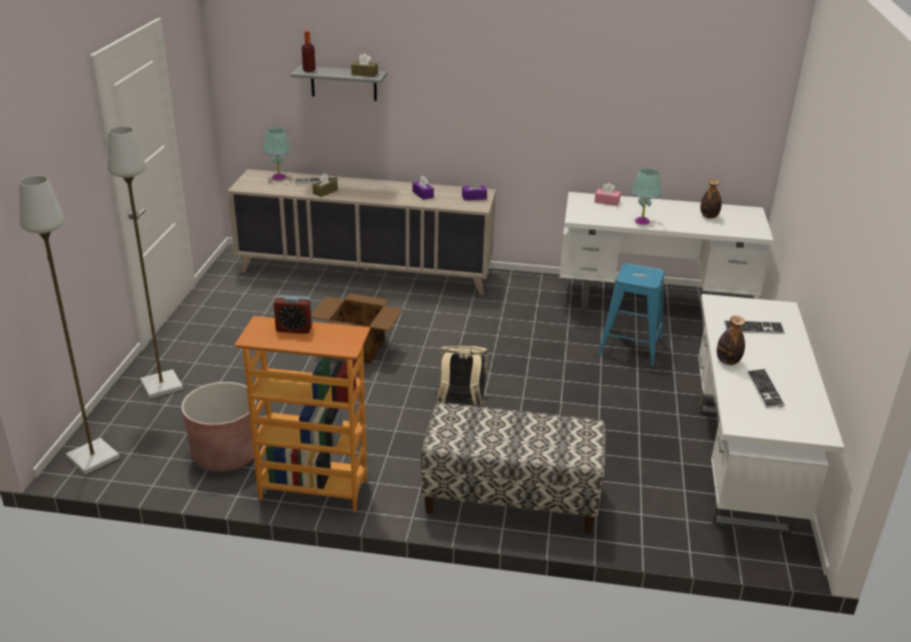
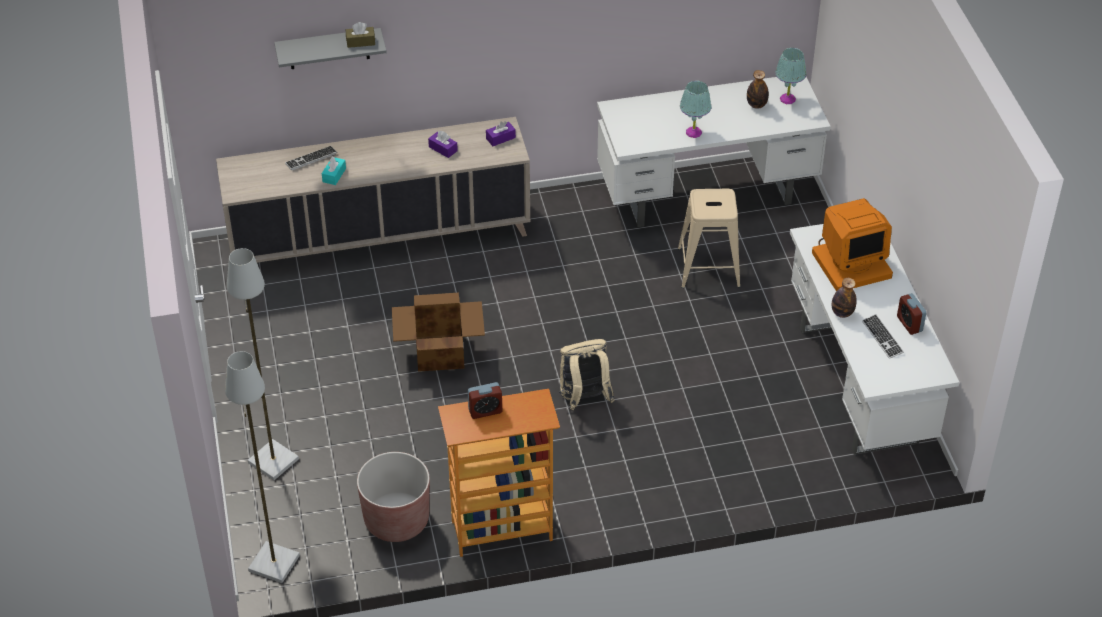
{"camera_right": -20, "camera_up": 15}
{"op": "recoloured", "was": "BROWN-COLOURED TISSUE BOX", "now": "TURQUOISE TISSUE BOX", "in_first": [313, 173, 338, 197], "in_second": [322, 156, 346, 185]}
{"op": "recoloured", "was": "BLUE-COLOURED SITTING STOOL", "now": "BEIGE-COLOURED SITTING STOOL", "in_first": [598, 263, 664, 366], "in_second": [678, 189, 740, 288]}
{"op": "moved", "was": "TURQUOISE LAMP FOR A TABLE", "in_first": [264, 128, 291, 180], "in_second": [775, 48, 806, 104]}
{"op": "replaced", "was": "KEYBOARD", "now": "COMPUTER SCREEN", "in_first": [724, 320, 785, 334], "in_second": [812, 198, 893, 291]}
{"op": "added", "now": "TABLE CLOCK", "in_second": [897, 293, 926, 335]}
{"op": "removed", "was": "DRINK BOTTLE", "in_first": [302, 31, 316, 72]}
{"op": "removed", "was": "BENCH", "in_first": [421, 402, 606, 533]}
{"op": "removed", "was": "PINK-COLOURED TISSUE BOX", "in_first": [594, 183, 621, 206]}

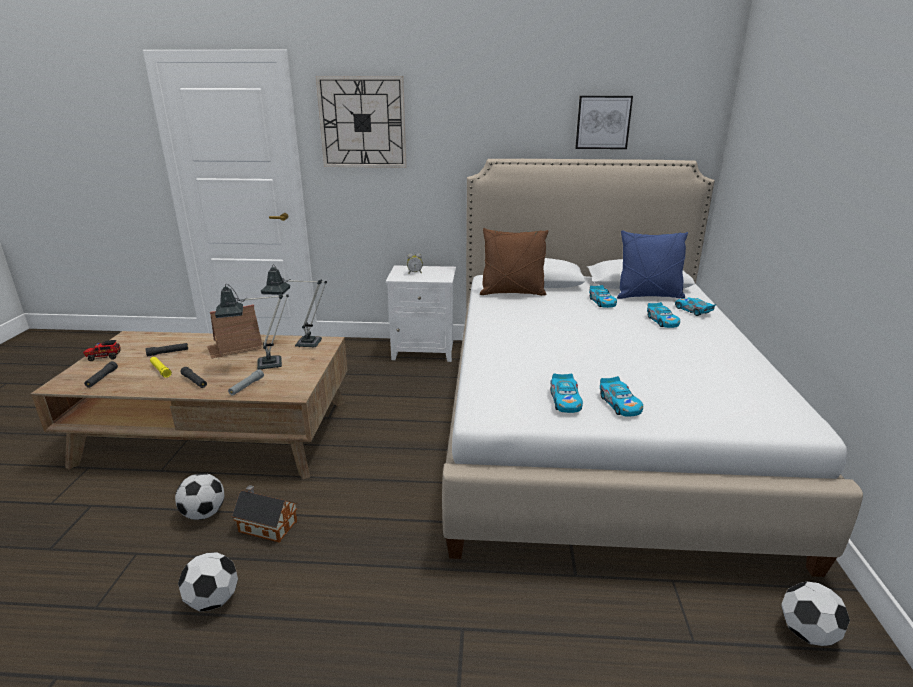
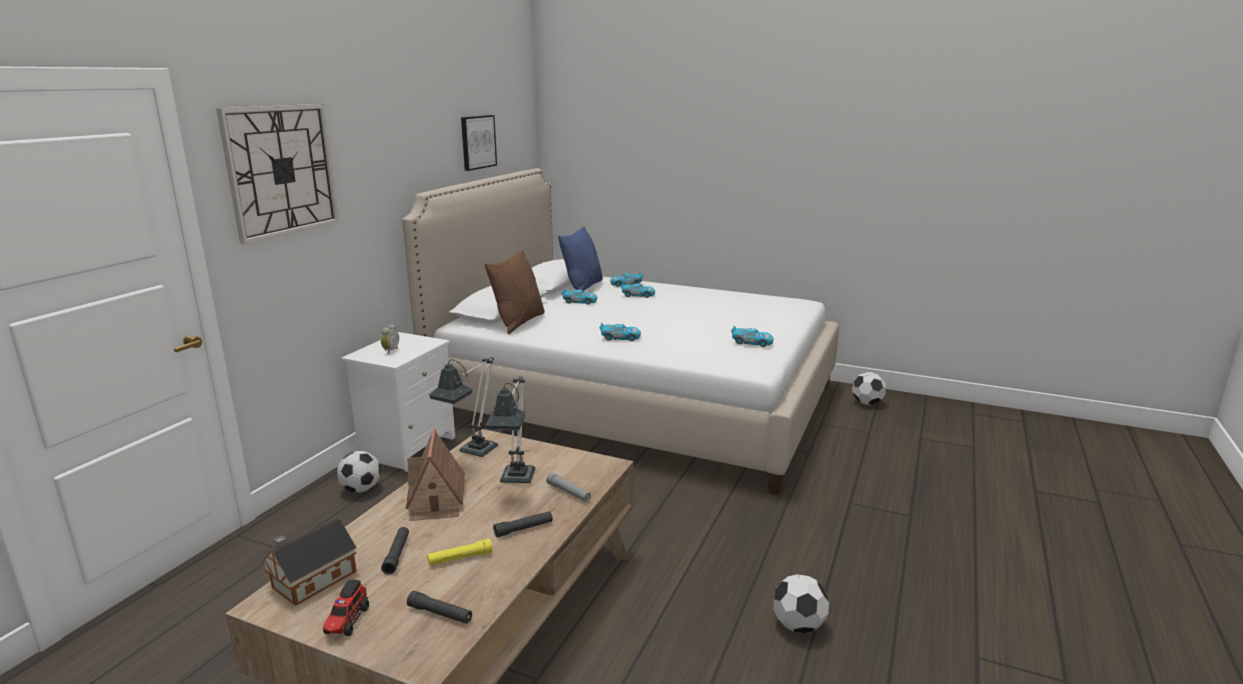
{"camera_right": -70, "camera_up": -5}
{"op": "moved", "was": "TOY HOUSE", "in_first": [232, 485, 297, 543], "in_second": [262, 518, 357, 606]}
{"op": "moved", "was": "FOOTBALL BALL", "in_first": [175, 473, 224, 520], "in_second": [337, 451, 381, 493]}
{"op": "moved", "was": "MINIATURE CAR", "in_first": [600, 376, 643, 417], "in_second": [599, 323, 641, 341]}

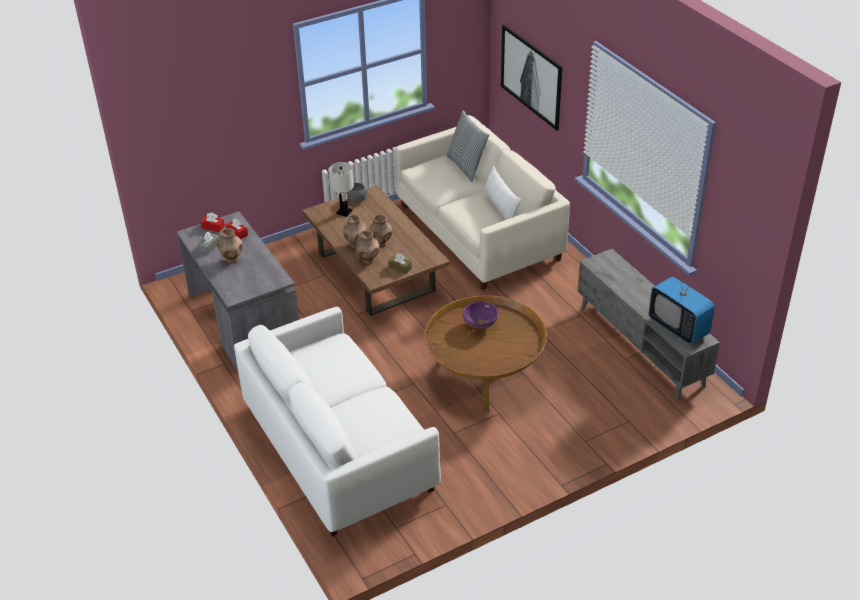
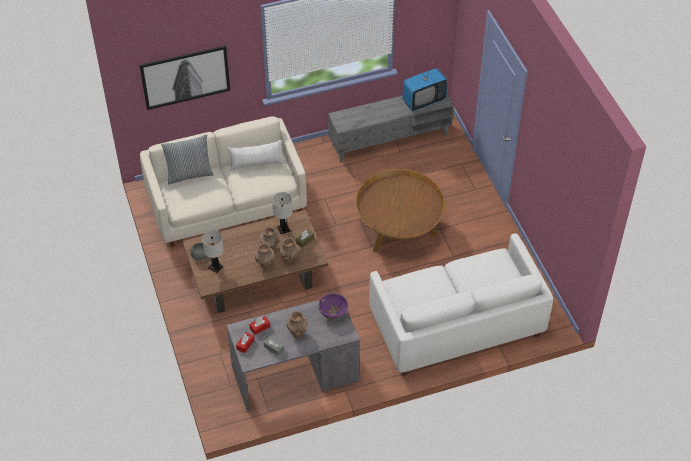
{"camera_right": -80, "camera_up": 10}
{"op": "added", "now": "WHITISH LAMP FOR A TABLE", "in_second": [272, 192, 293, 234]}
{"op": "moved", "was": "PURPLISH SERVING BOWL", "in_first": [463, 301, 499, 329], "in_second": [318, 293, 348, 319]}

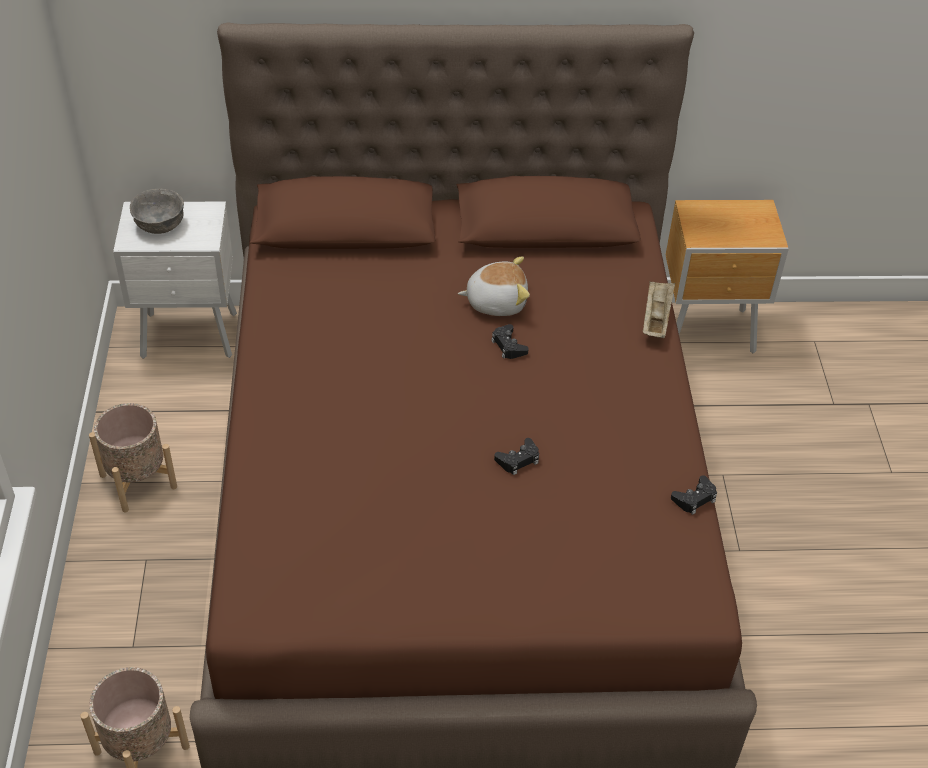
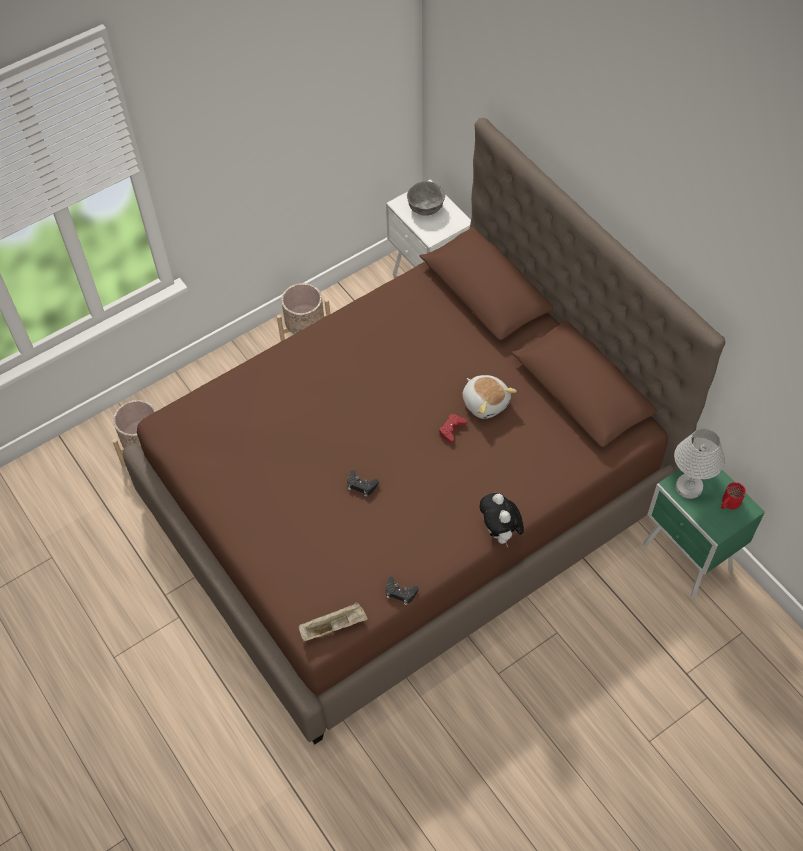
{"camera_right": 60, "camera_up": 10}
{"op": "moved", "was": "BEIGE-COLOURED SERVING TRAY", "in_first": [643, 281, 675, 338], "in_second": [299, 602, 368, 641]}
{"op": "recoloured", "was": "BLACK JOYPAD", "now": "REDDISH JOYPAD", "in_first": [491, 324, 529, 359], "in_second": [439, 414, 467, 443]}
{"op": "added", "now": "PLUSH TOY", "in_second": [479, 493, 524, 547]}
{"op": "recoloured", "was": "BROWN-COLOURED BEDSIDE TABLE", "now": "GREEN-COLOURED BEDSIDE TABLE", "in_first": [666, 200, 789, 354], "in_second": [643, 469, 765, 598]}
{"op": "added", "now": "WHITISH LAMP FOR A TABLE", "in_second": [674, 429, 725, 499]}
{"op": "added", "now": "REDDISH COFFEE MUG", "in_second": [721, 482, 746, 509]}

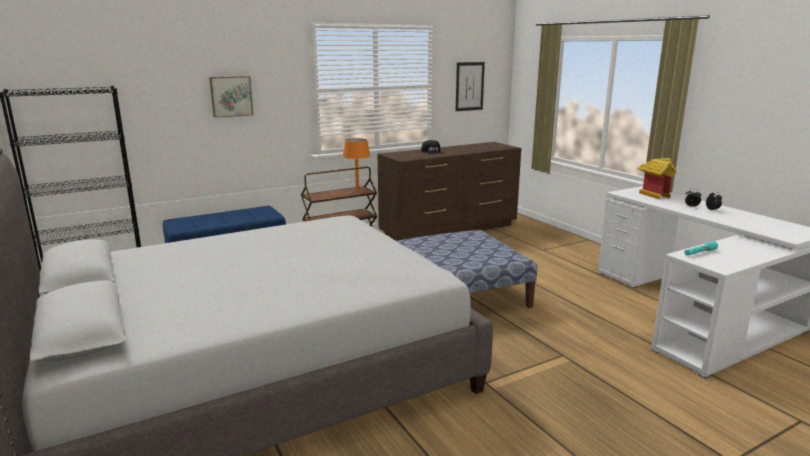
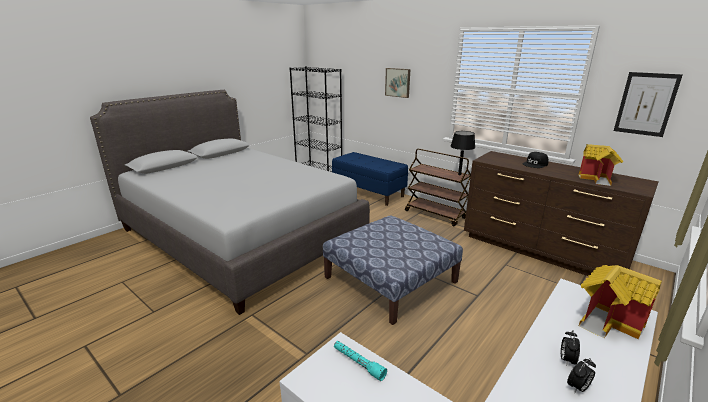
{"camera_right": 70, "camera_up": 5}
{"op": "recoloured", "was": "ORANGE-COLOURED LAMP FOR A TABLE", "now": "BLACK LAMP FOR A TABLE", "in_first": [343, 138, 370, 190], "in_second": [451, 131, 475, 175]}
{"op": "added", "now": "TOY HOUSE", "in_second": [579, 144, 623, 186]}

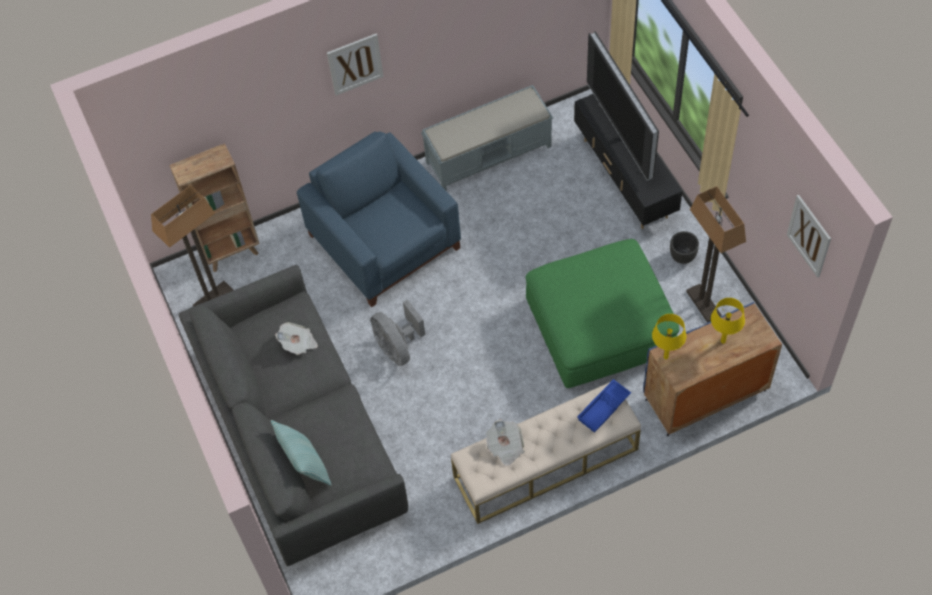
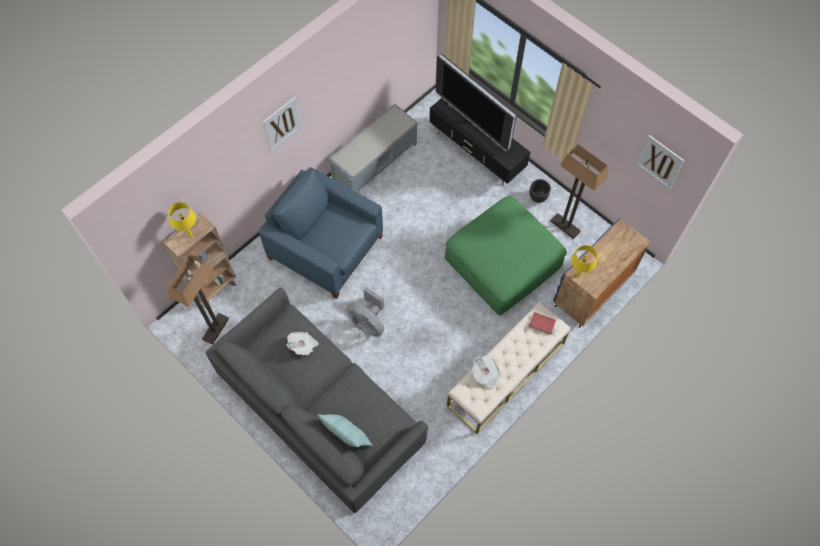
{"camera_right": -25, "camera_up": 5}
{"op": "moved", "was": "YELLOWISH LAMP FOR A TABLE", "in_first": [711, 298, 745, 344], "in_second": [168, 202, 196, 238]}
{"op": "replaced", "was": "BLUE-COLOURED SERVING TRAY", "now": "REDDISH BOUND BOOK", "in_first": [577, 379, 631, 433], "in_second": [529, 312, 556, 335]}

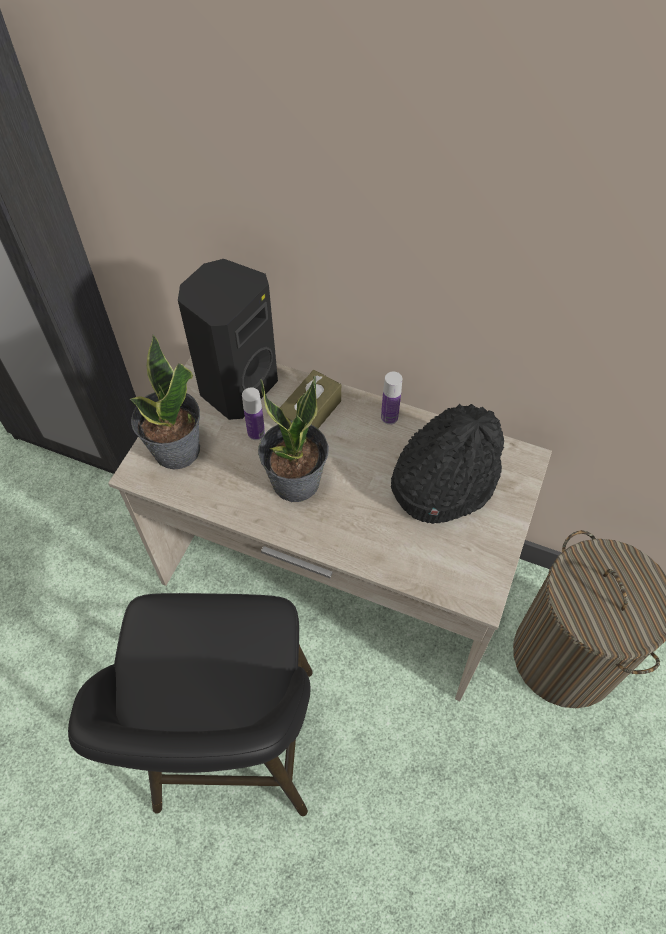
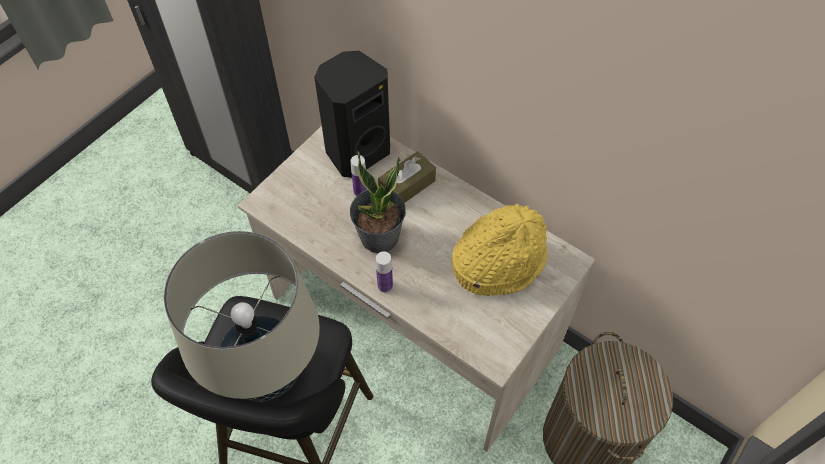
{"camera_right": 15, "camera_up": 0}
{"op": "added", "now": "BEIGE-COLOURED LAMP FOR A TABLE", "in_second": [164, 231, 320, 401]}
{"op": "moved", "was": "DRINK BOTTLE", "in_first": [381, 371, 402, 425], "in_second": [376, 251, 393, 293]}
{"op": "recoloured", "was": "BLACK WEARABLE HAT", "now": "YELLOWISH WEARABLE HAT", "in_first": [391, 404, 504, 524], "in_second": [451, 204, 548, 296]}
{"op": "removed", "was": "PLANT IN A POT", "in_first": [130, 335, 200, 470]}

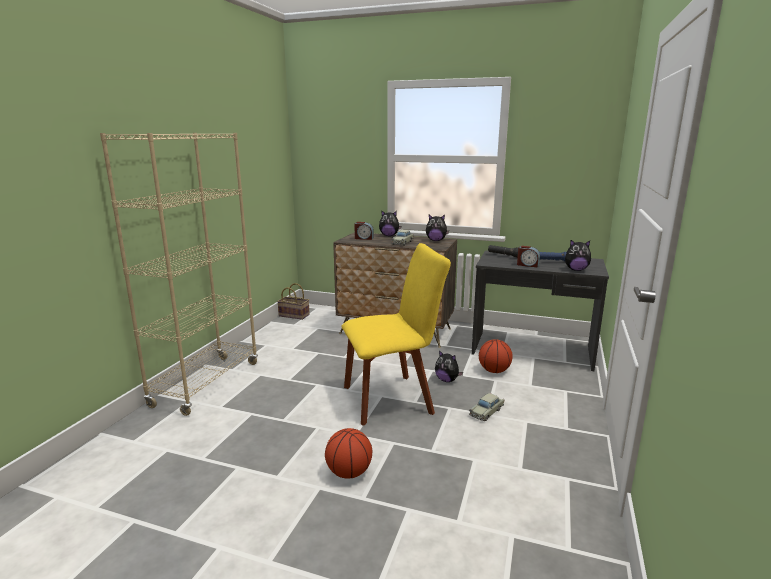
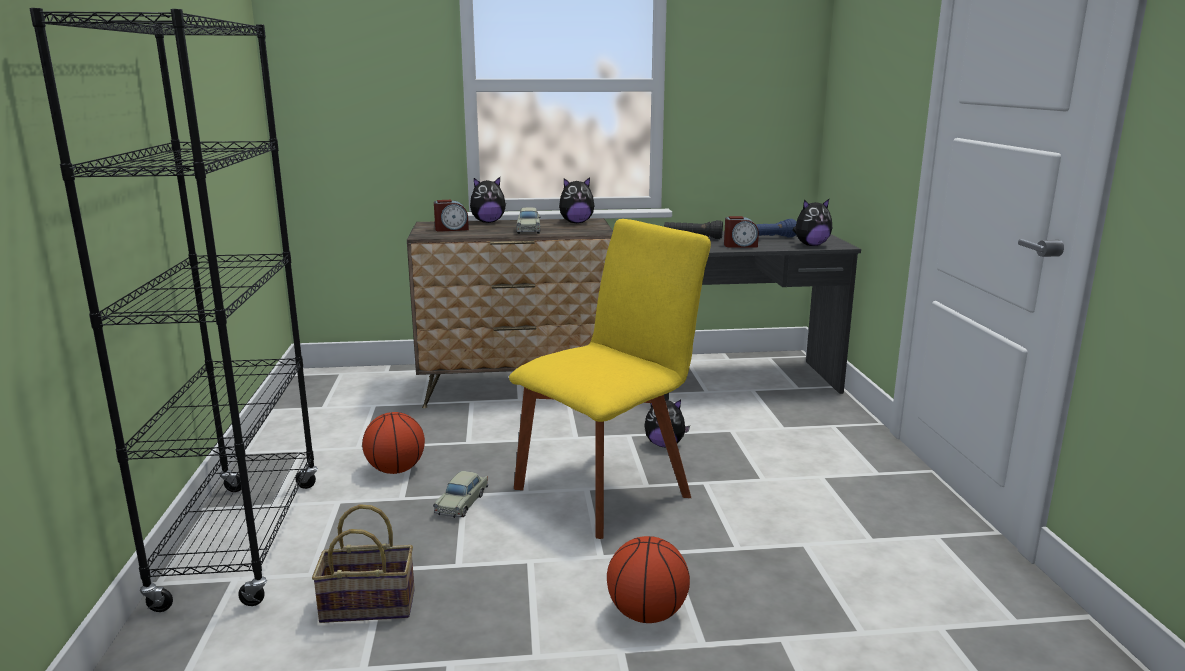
{"camera_right": -25, "camera_up": 0}
{"op": "recoloured", "was": "BEIGE-COLOURED BOOKSHELF", "now": "BLACK BOOKSHELF", "in_first": [100, 133, 258, 416], "in_second": [29, 8, 318, 612]}
{"op": "moved", "was": "HOUSEHOLD BASKET", "in_first": [277, 283, 310, 320], "in_second": [312, 504, 415, 623]}
{"op": "moved", "was": "BASKETBALL BALL", "in_first": [479, 339, 513, 373], "in_second": [362, 412, 425, 474]}
{"op": "moved", "was": "BEIGE-COLOURED MINIATURE CAR", "in_first": [469, 393, 504, 421], "in_second": [433, 471, 488, 518]}

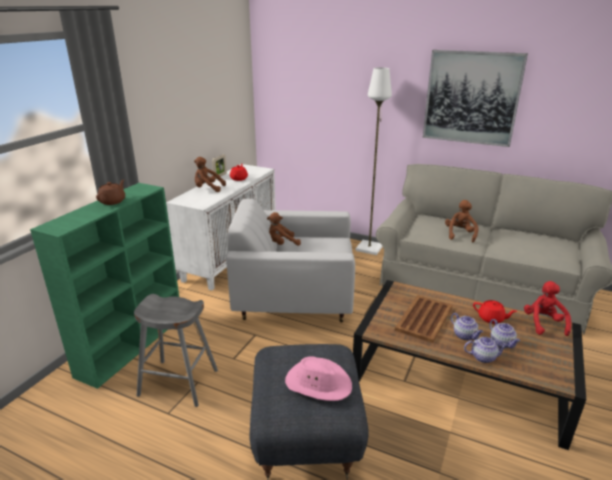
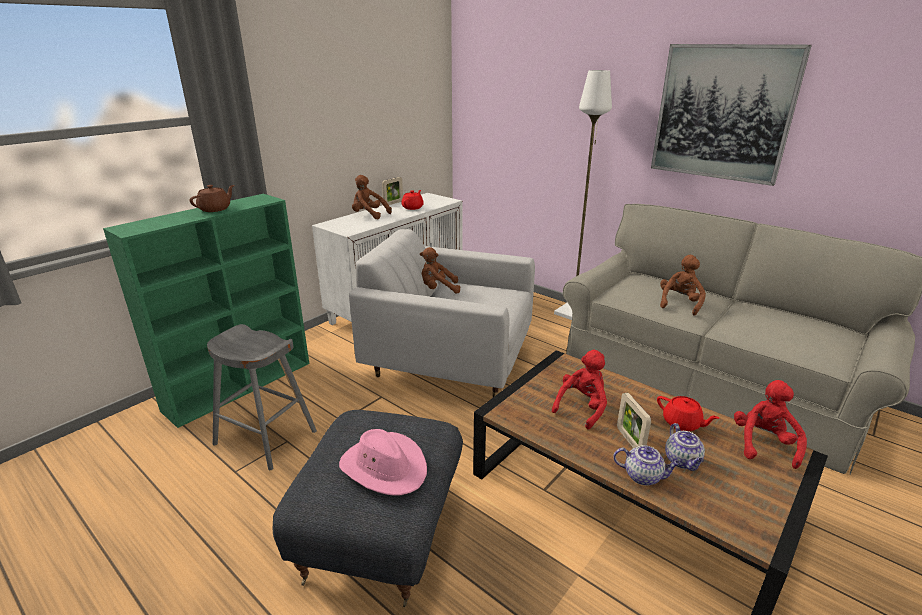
{"camera_right": 15, "camera_up": 0}
{"op": "replaced", "was": "BROWN-COLOURED SERVING TRAY", "now": "REDDISH PLUSH TOY", "in_first": [395, 295, 452, 343], "in_second": [552, 350, 607, 429]}
{"op": "replaced", "was": "TEAPOT", "now": "PHOTO FRAME", "in_first": [451, 313, 483, 340], "in_second": [617, 393, 651, 448]}

